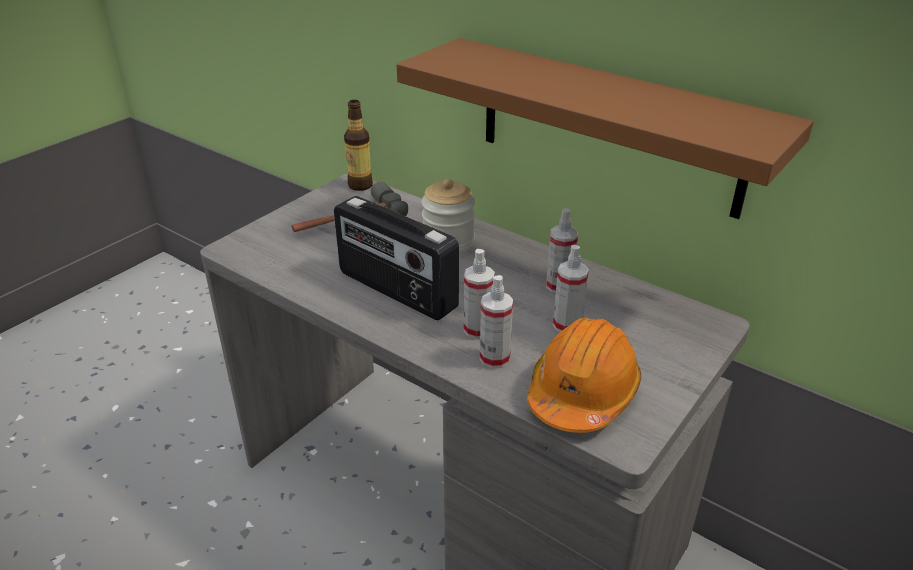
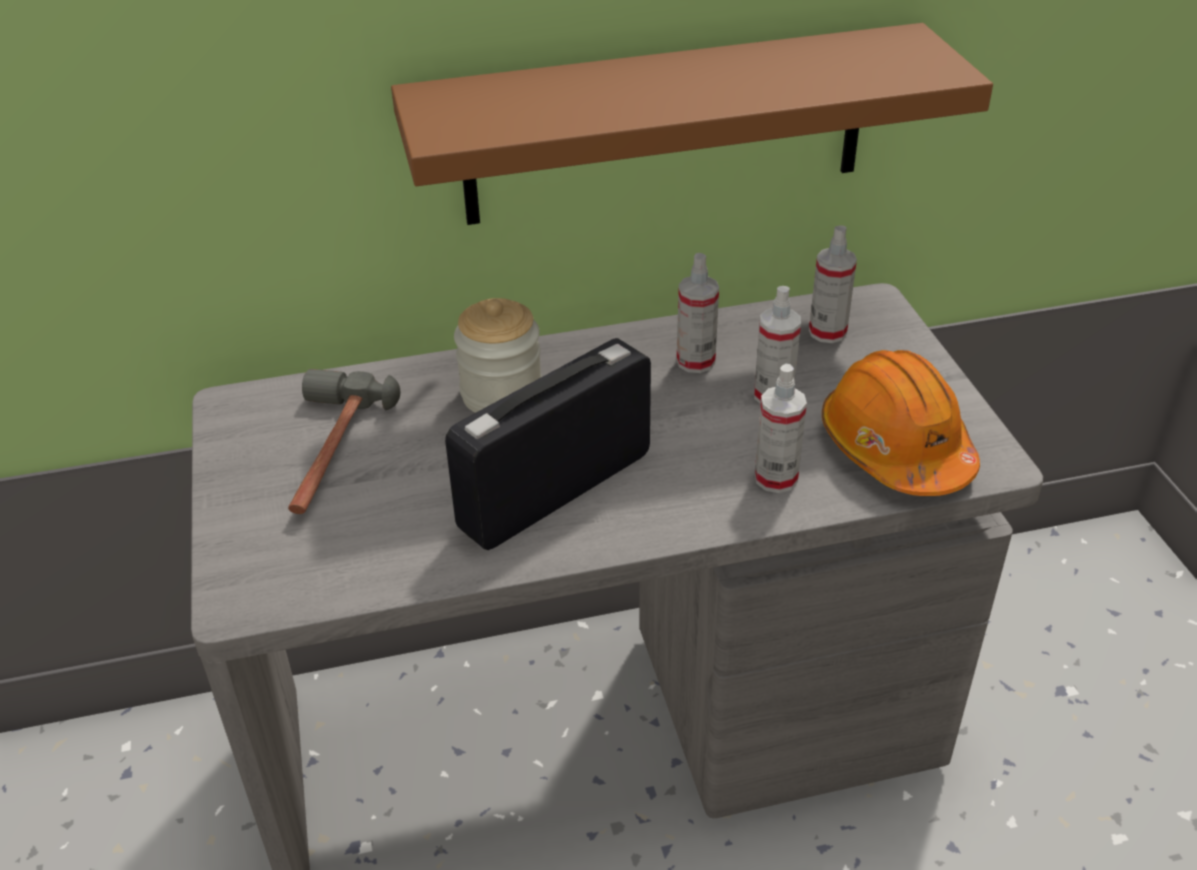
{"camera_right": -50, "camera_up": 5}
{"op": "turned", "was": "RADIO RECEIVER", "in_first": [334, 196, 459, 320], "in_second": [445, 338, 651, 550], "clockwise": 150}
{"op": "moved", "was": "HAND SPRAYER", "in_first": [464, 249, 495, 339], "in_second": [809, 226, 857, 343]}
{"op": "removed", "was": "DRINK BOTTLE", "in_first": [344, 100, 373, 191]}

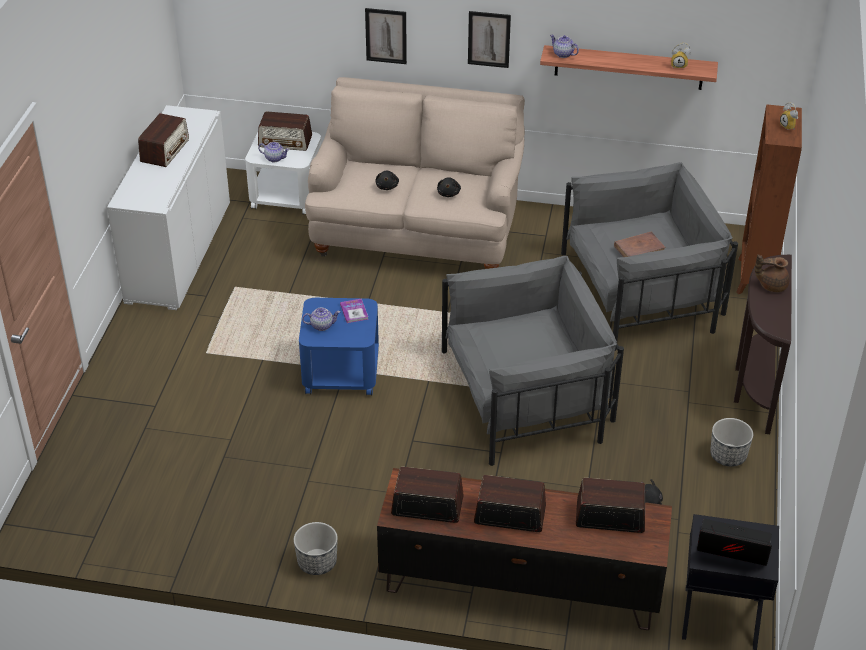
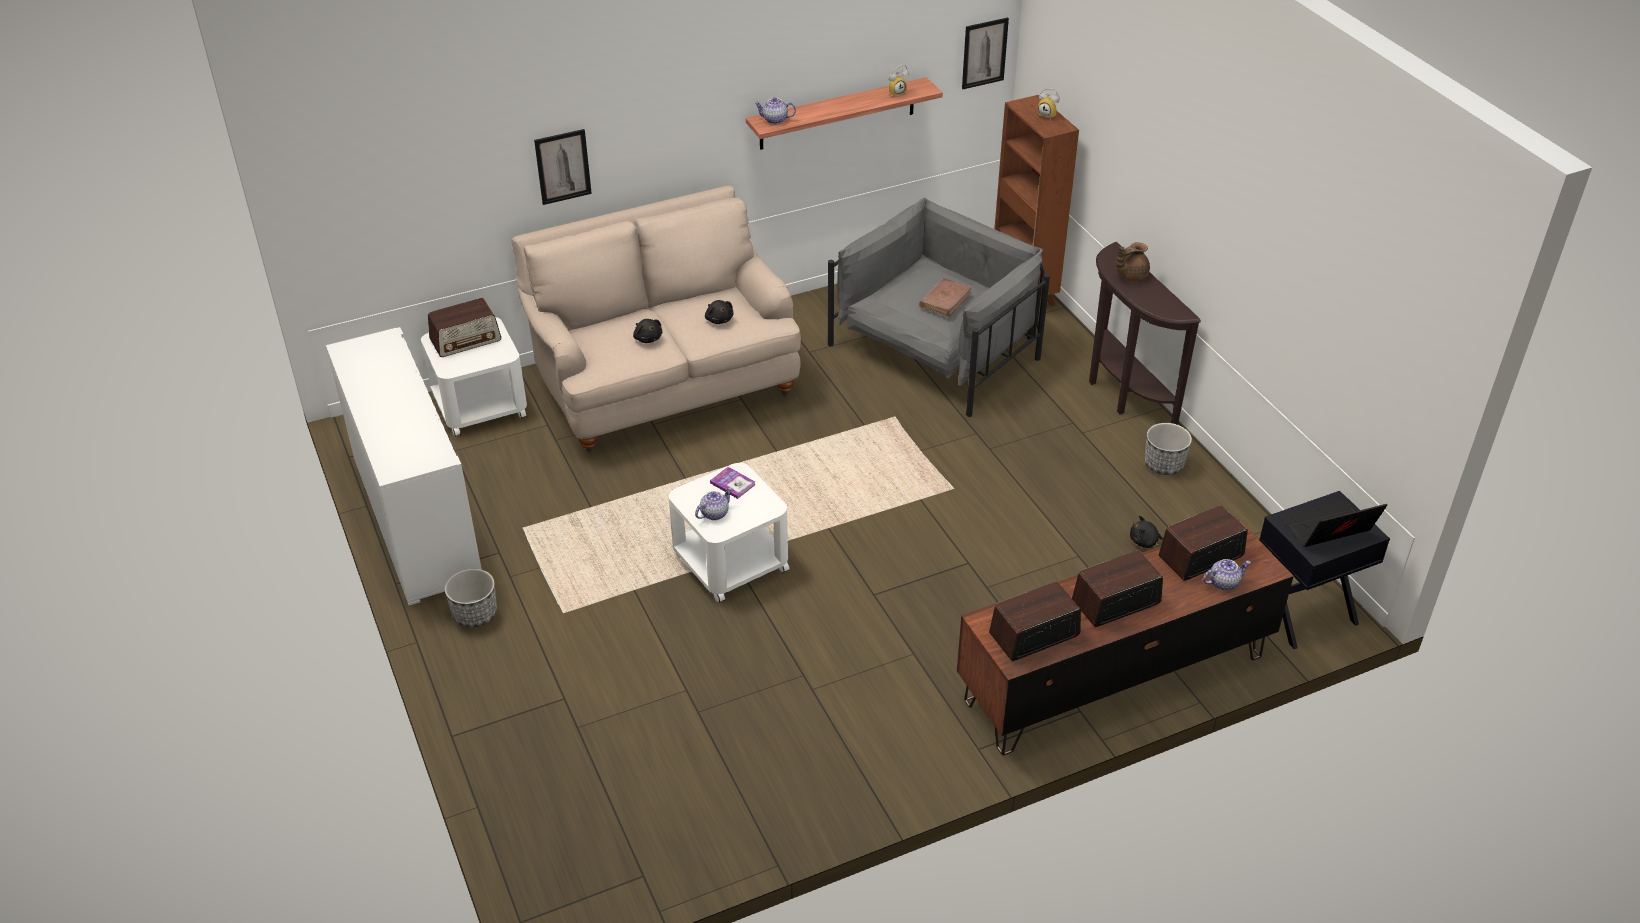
{"camera_right": -35, "camera_up": 0}
{"op": "moved", "was": "PLANTER", "in_first": [294, 522, 338, 575], "in_second": [445, 569, 497, 627]}
{"op": "recoloured", "was": "BLUE-COLOURED SIDE TABLE", "now": "WHITISH SIDE TABLE", "in_first": [299, 298, 379, 396], "in_second": [669, 463, 789, 603]}
{"op": "moved", "was": "WALL PICTURE", "in_first": [468, 11, 511, 68], "in_second": [962, 18, 1009, 89]}
{"op": "moved", "was": "TEAPOT", "in_first": [258, 142, 290, 162], "in_second": [1203, 559, 1251, 591]}
{"op": "removed", "was": "RADIO RECEIVER", "in_first": [138, 113, 189, 167]}
{"op": "removed", "was": "GREY EASY CHAIR", "in_first": [442, 256, 624, 466]}

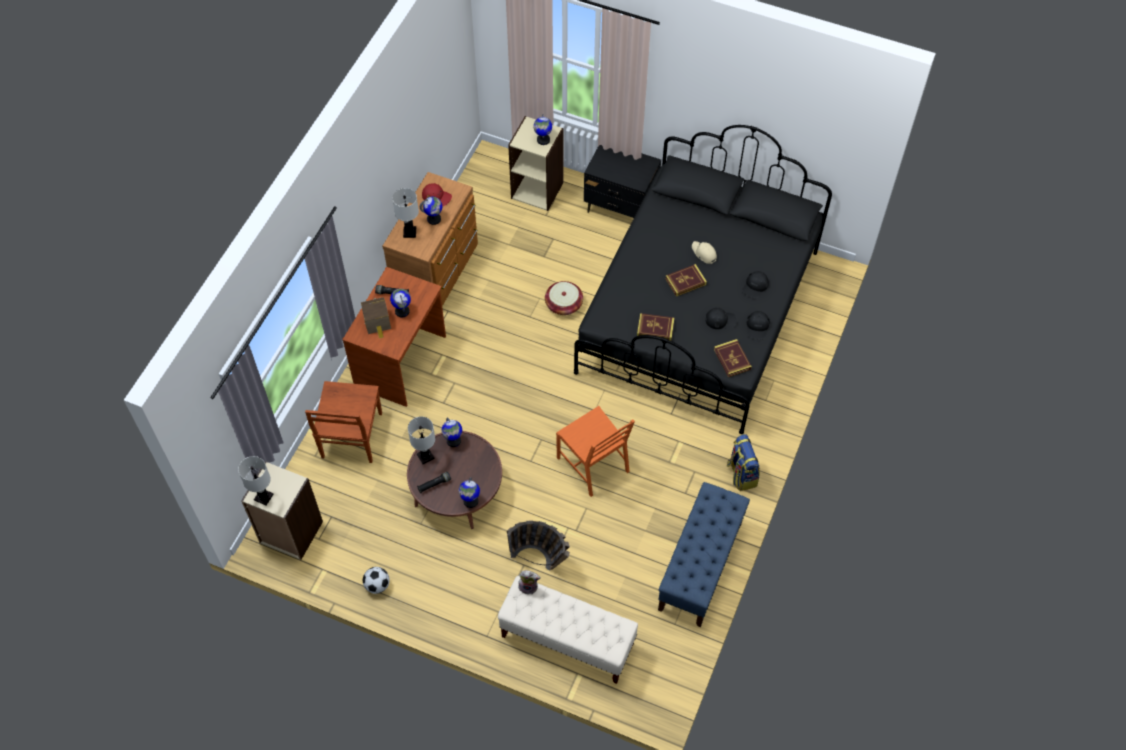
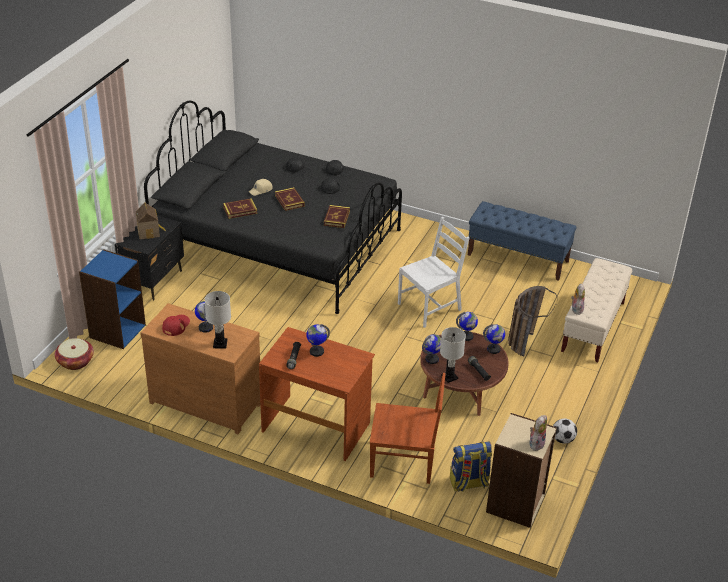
{"camera_right": -90, "camera_up": -20}
{"op": "moved", "was": "HOUSEHOLD BASKET", "in_first": [545, 281, 583, 315], "in_second": [55, 338, 94, 370]}
{"op": "recoloured", "was": "BEIGE-COLOURED BOOKSHELF", "now": "BLUE-COLOURED BOOKSHELF", "in_first": [508, 116, 564, 211], "in_second": [79, 249, 146, 349]}
{"op": "moved", "was": "TOY HOUSE", "in_first": [361, 297, 391, 338], "in_second": [135, 202, 166, 240]}
{"op": "moved", "was": "BOUND BOOK", "in_first": [714, 339, 752, 377], "in_second": [223, 198, 258, 219]}
{"op": "recoloured", "was": "ORANGE-COLOURED PLAIN CHAIR", "now": "WHITISH PLAIN CHAIR", "in_first": [556, 406, 635, 497], "in_second": [398, 217, 470, 328]}
{"op": "moved", "was": "KNAPSACK", "in_first": [727, 434, 760, 491], "in_second": [450, 442, 492, 492]}
{"op": "moved", "was": "WORLD GLOBE", "in_first": [533, 114, 552, 145], "in_second": [456, 312, 478, 341]}
{"op": "replaced", "was": "WHITISH LAMP FOR A TABLE", "now": "PLUSH TOY", "in_first": [238, 456, 273, 505], "in_second": [529, 415, 547, 451]}

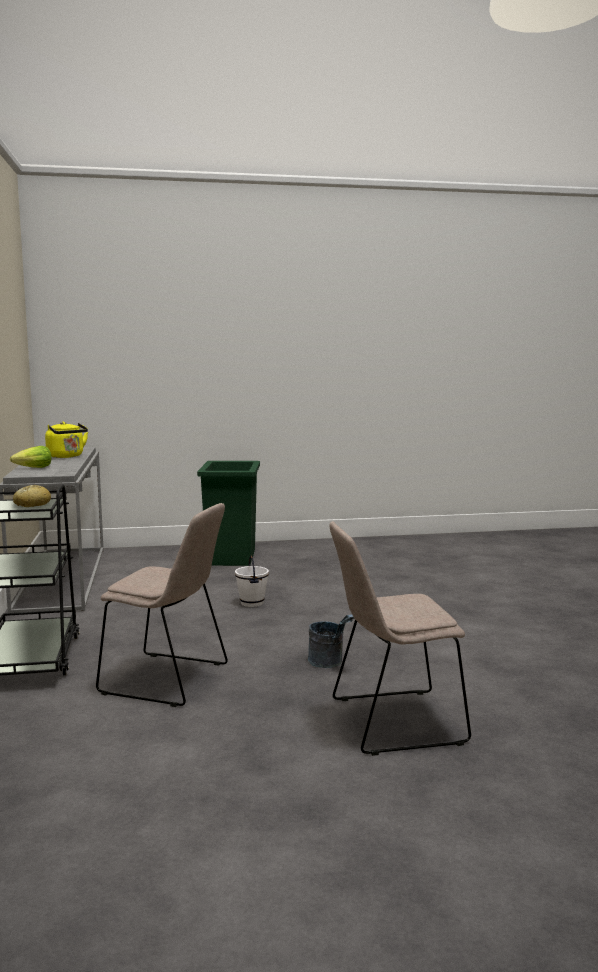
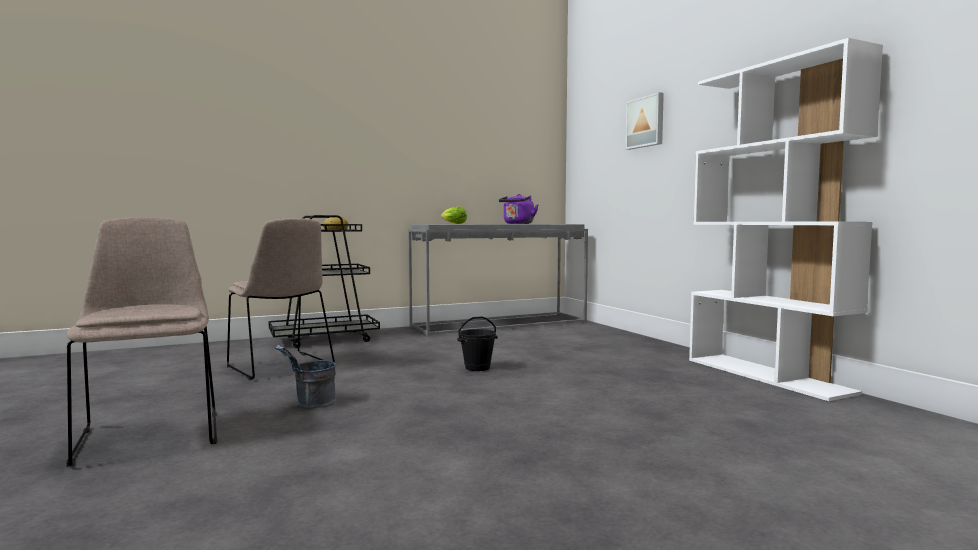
{"camera_right": 75, "camera_up": -5}
{"op": "turned", "was": "BEIGE-COLOURED PLAIN CHAIR", "in_first": [96, 503, 228, 707], "in_second": [227, 218, 335, 380], "clockwise": -45}
{"op": "recoloured", "was": "WHITISH BUCKET", "now": "BLACK BUCKET", "in_first": [235, 555, 269, 607], "in_second": [457, 316, 498, 371]}
{"op": "recoloured", "was": "YELLOWISH KETTLE", "now": "PURPLISH KETTLE", "in_first": [45, 422, 88, 458], "in_second": [499, 194, 539, 224]}
{"op": "added", "now": "WALL PICTURE", "in_second": [625, 92, 664, 150]}
{"op": "added", "now": "WHITISH BOOKSHELF", "in_second": [689, 38, 883, 401]}
{"op": "removed", "was": "GREEN-COLOURED WASTE BIN", "in_first": [197, 461, 260, 566]}

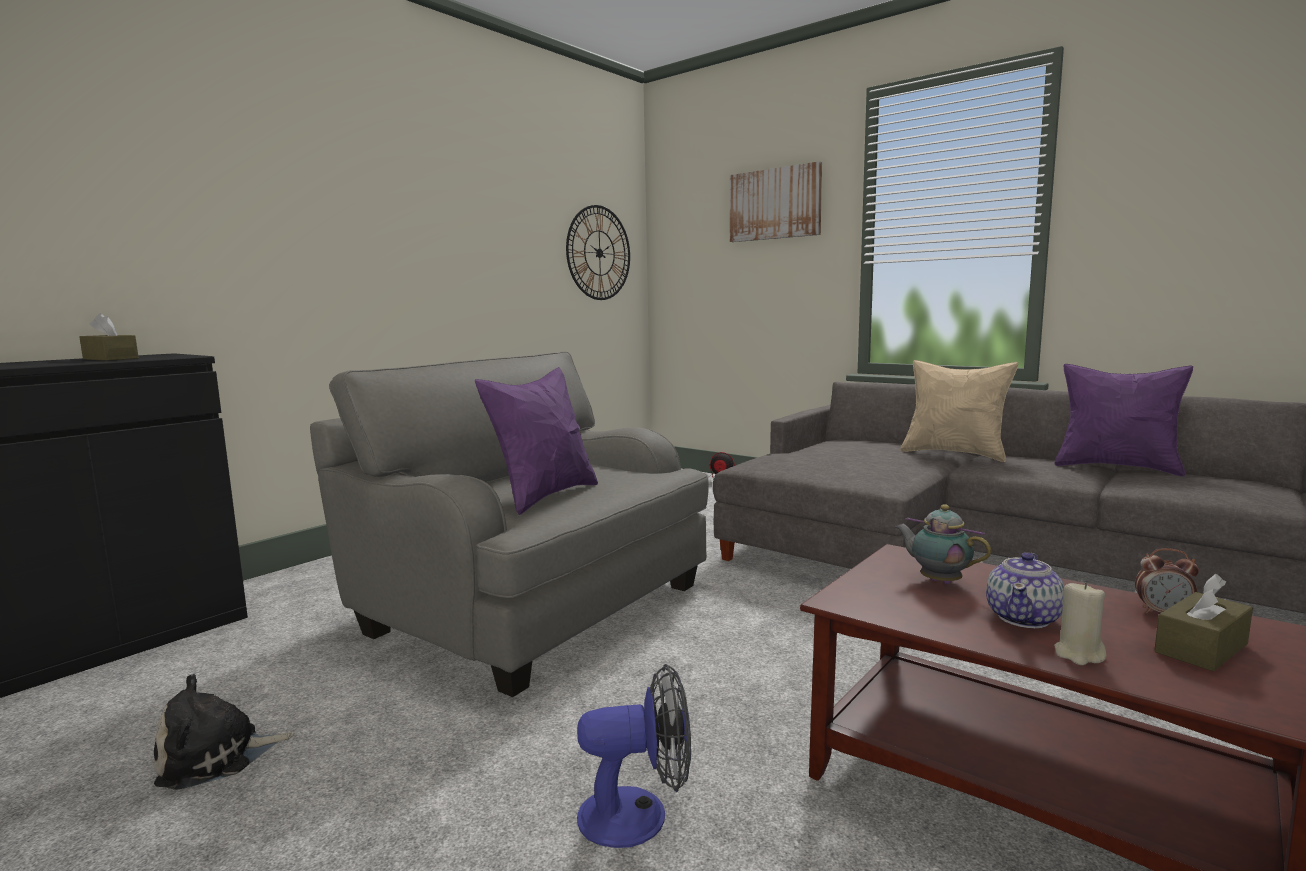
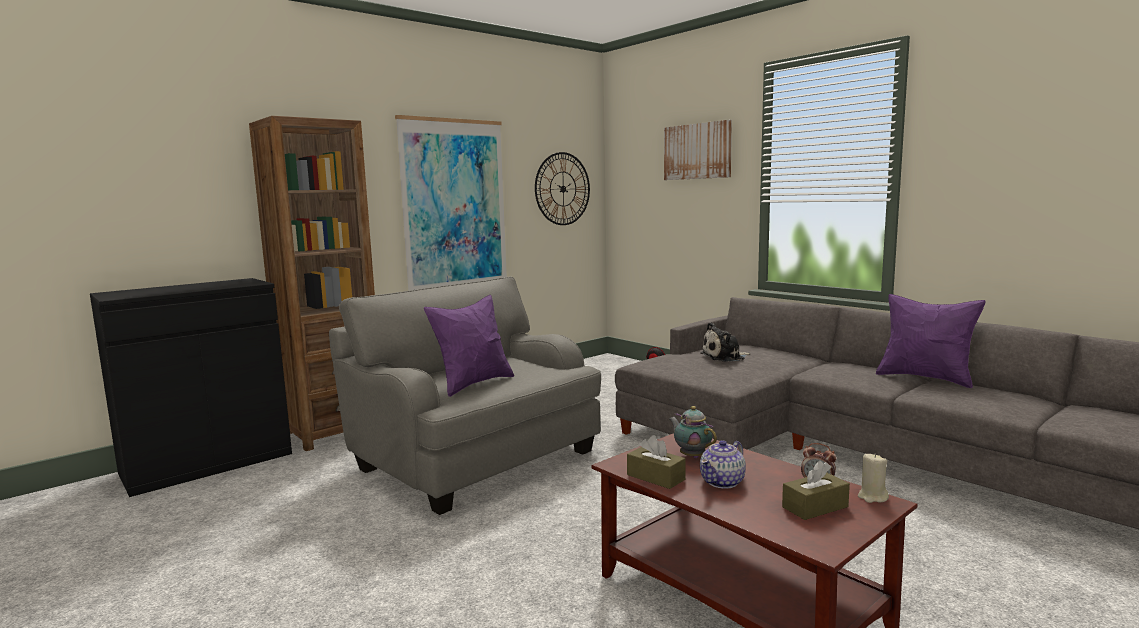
{"camera_right": 10, "camera_up": 0}
{"op": "added", "now": "BROWN-COLOURED BOOKSHELF", "in_second": [249, 116, 375, 451]}
{"op": "added", "now": "WALL PICTURE", "in_second": [395, 115, 507, 291]}
{"op": "moved", "was": "BROWN-COLOURED TISSUE BOX", "in_first": [79, 313, 139, 361], "in_second": [627, 435, 686, 489]}
{"op": "moved", "was": "PLUSH TOY", "in_first": [154, 674, 294, 790], "in_second": [700, 322, 751, 362]}
{"op": "moved", "was": "BEIGE-COLOURED CANDLE", "in_first": [1054, 582, 1107, 665], "in_second": [858, 453, 889, 503]}
{"op": "removed", "was": "ELECTRIC FAN", "in_first": [577, 664, 691, 848]}
{"op": "removed", "was": "BEIGE-COLOURED PILLOW", "in_first": [900, 360, 1018, 462]}

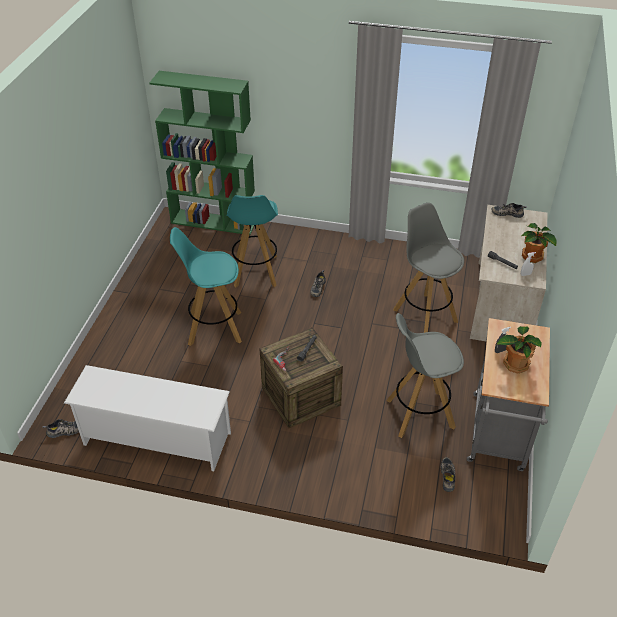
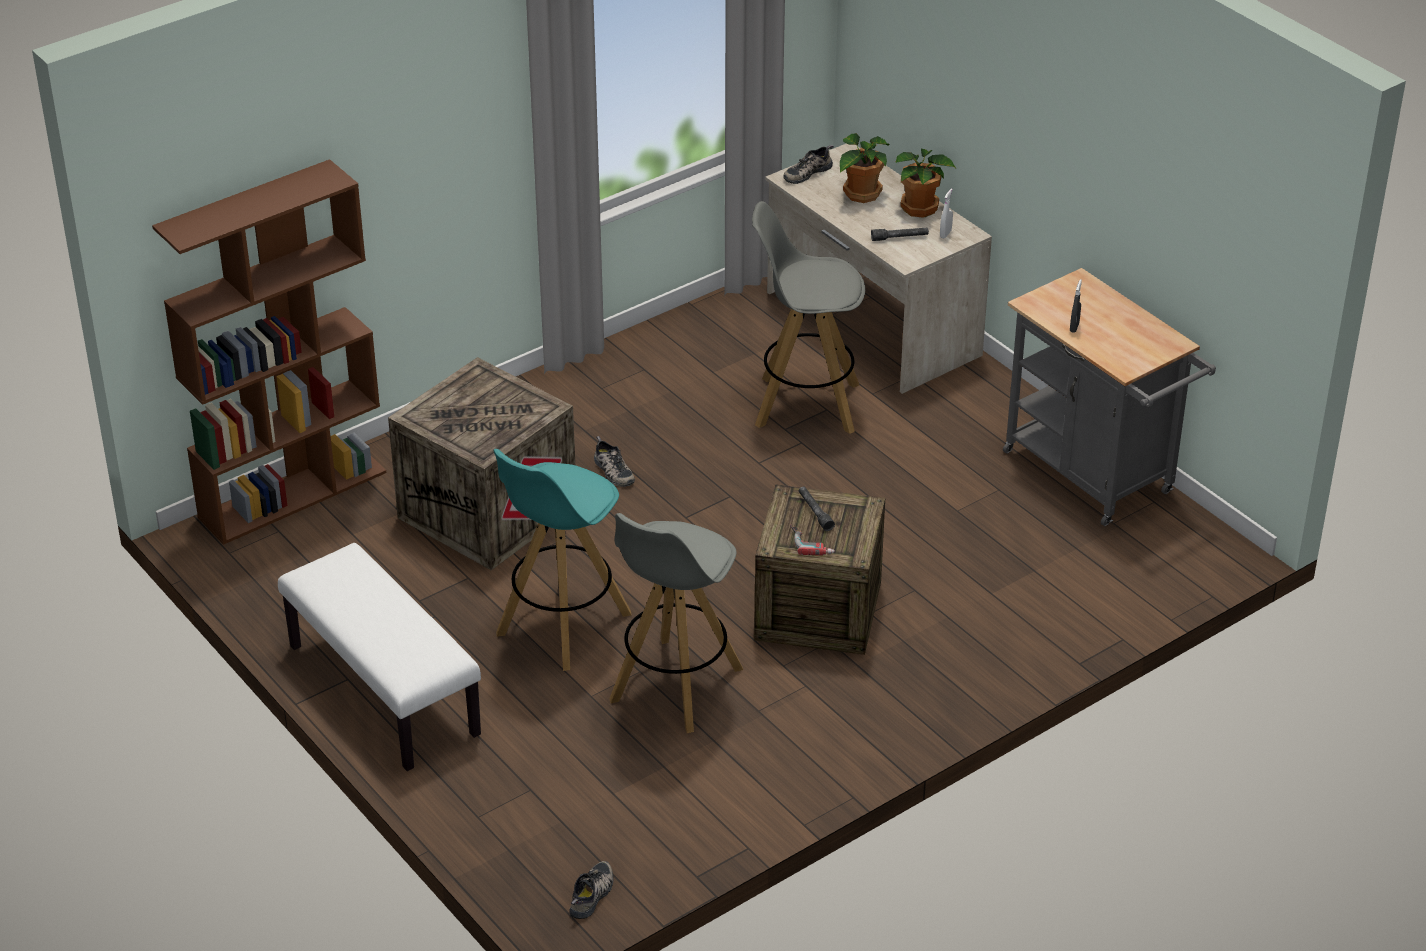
{"camera_right": -50, "camera_up": -5}
{"op": "recoloured", "was": "GREEN-COLOURED BOOKSHELF", "now": "BROWN-COLOURED BOOKSHELF", "in_first": [149, 71, 255, 235], "in_second": [152, 159, 386, 545]}
{"op": "added", "now": "WHITISH BENCH", "in_second": [278, 543, 481, 771]}
{"op": "replaced", "was": "TURQUOISE SITTING STOOL", "now": "CRATE", "in_first": [226, 195, 278, 287], "in_second": [388, 357, 575, 570]}
{"op": "moved", "was": "GREY SITTING STOOL", "in_first": [386, 313, 464, 438], "in_second": [609, 513, 743, 733]}
{"op": "moved", "was": "PLANT IN A POT", "in_first": [497, 326, 542, 374], "in_second": [840, 133, 889, 203]}
{"op": "removed", "was": "WHITISH SHOE RACK", "in_first": [64, 365, 231, 471]}
{"op": "removed", "was": "SHOE", "in_first": [440, 457, 455, 492]}

